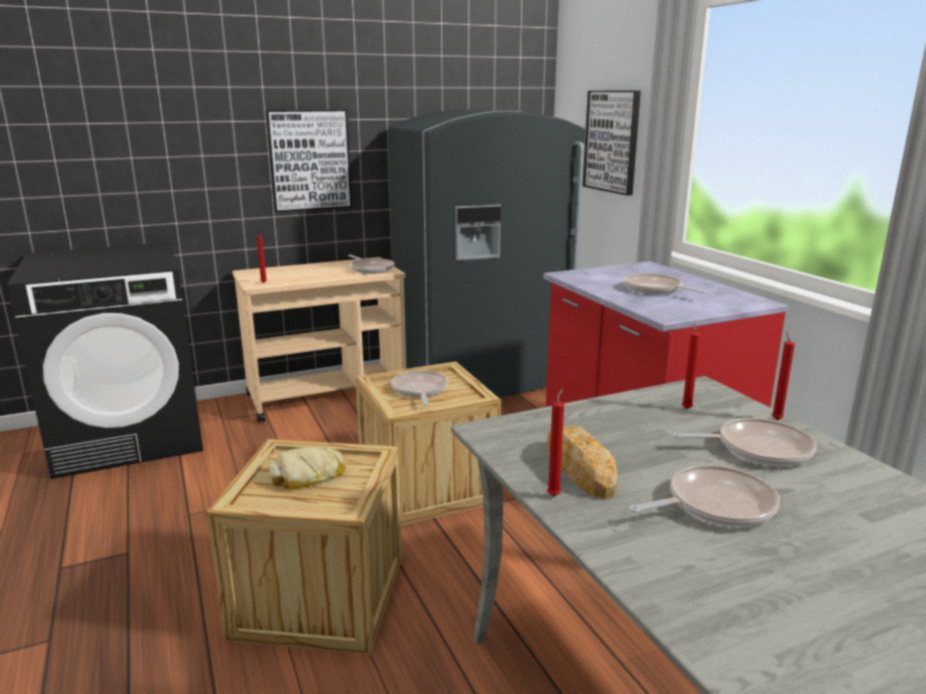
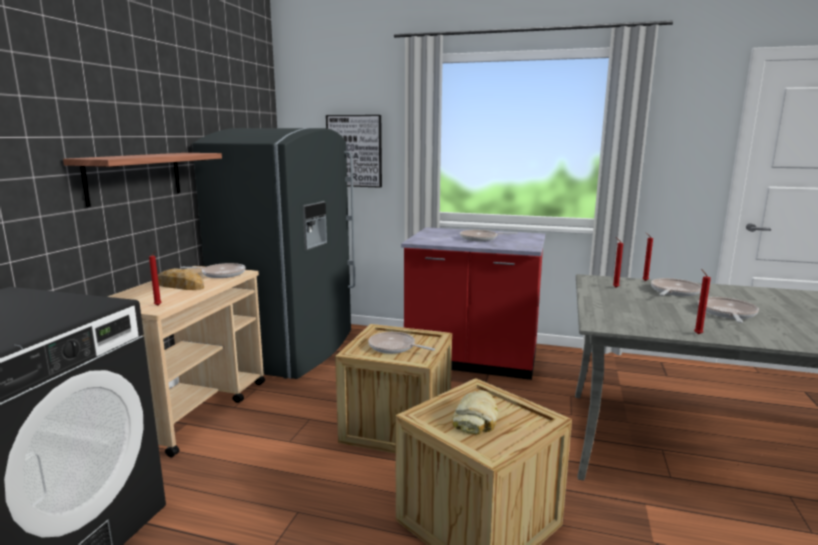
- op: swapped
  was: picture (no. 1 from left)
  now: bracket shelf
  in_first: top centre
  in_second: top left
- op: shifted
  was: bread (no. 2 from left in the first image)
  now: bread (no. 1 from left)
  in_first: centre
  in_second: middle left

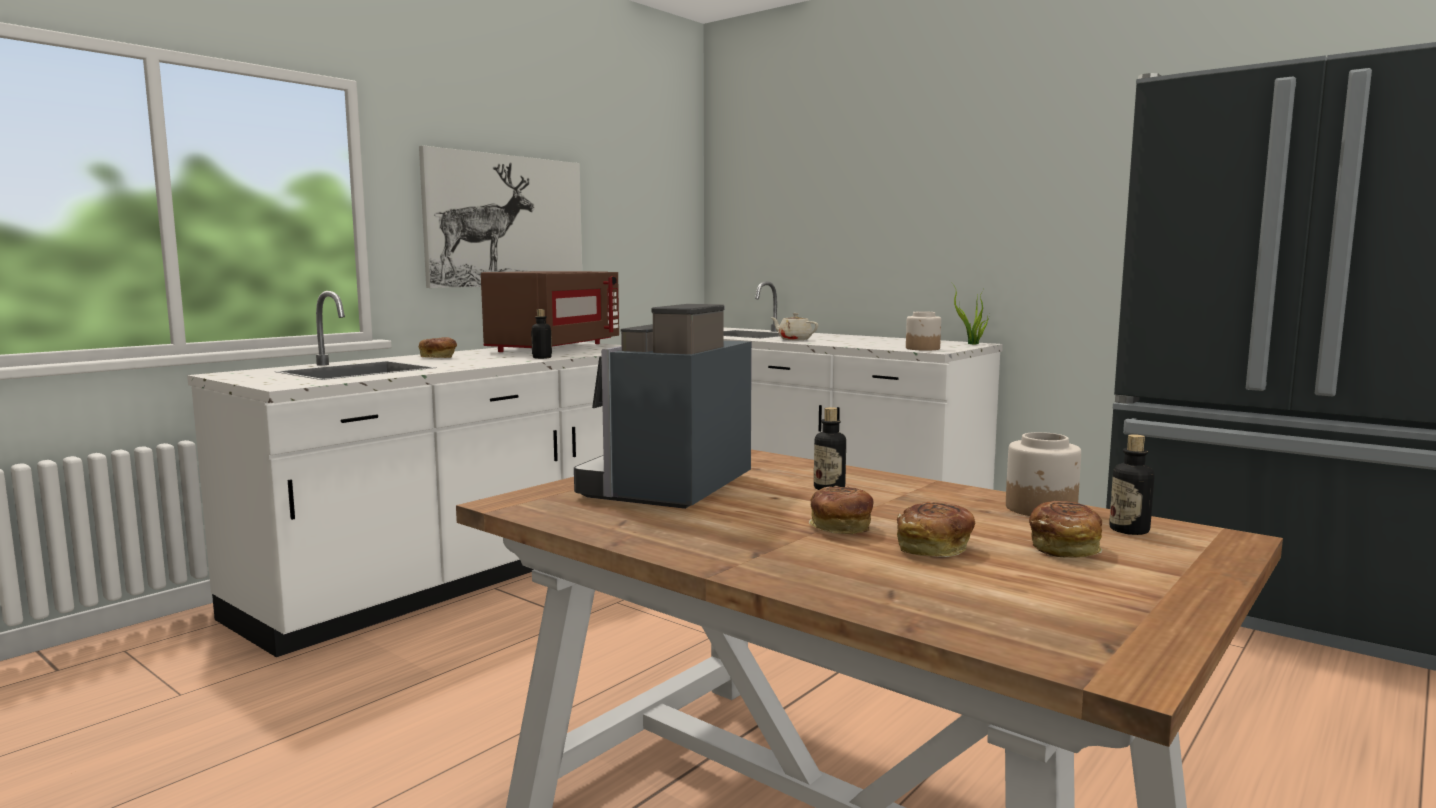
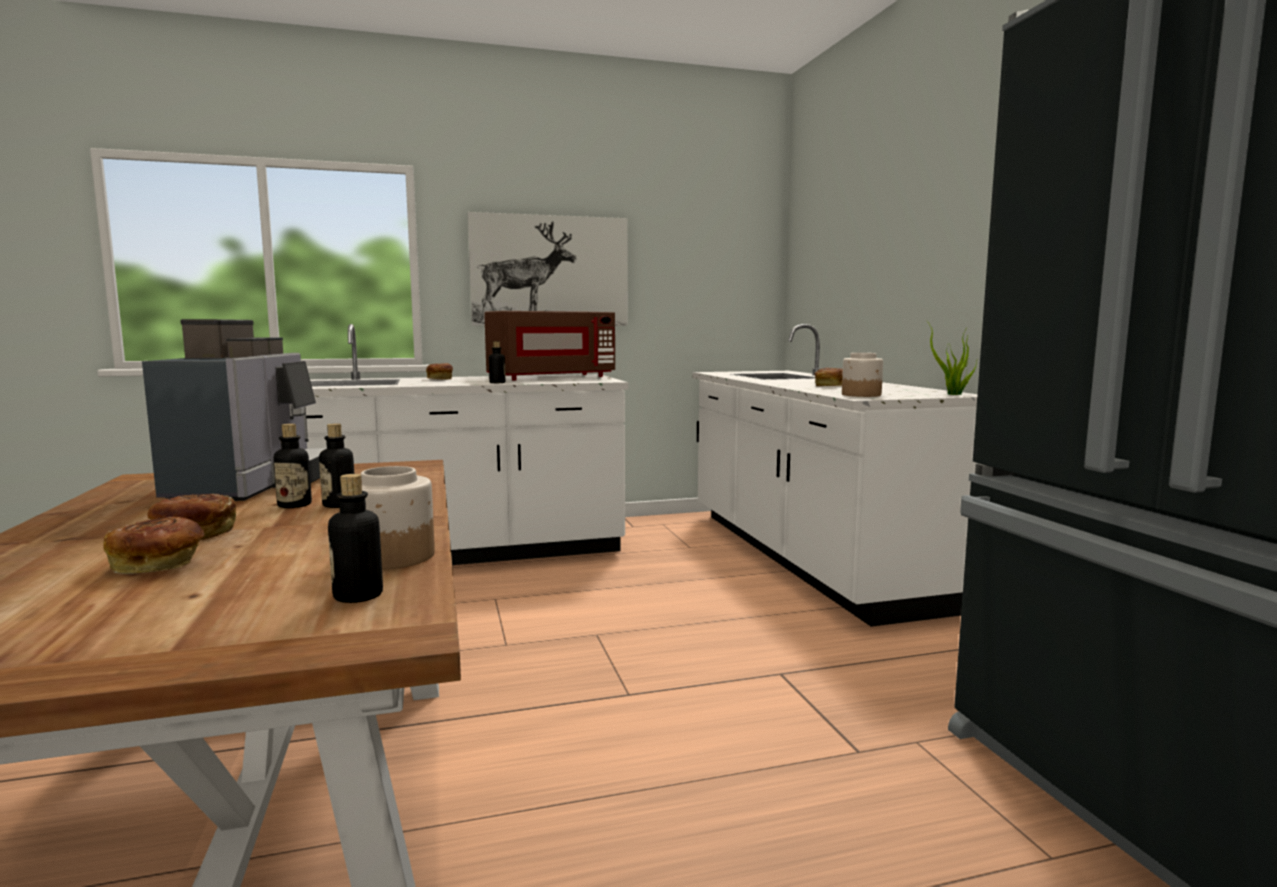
- op: rotated
  was: coffee machine
  in_first: centre
  in_second: middle left
  clockwise: 120
- op: gone
  was: beige tea pot
  in_first: centre
- op: shifted
  was: bread (no. 4 from left)
  in_first: middle right
  in_second: centre
- op: new
  now: bottle (no. 1 from left)
  in_second: middle left

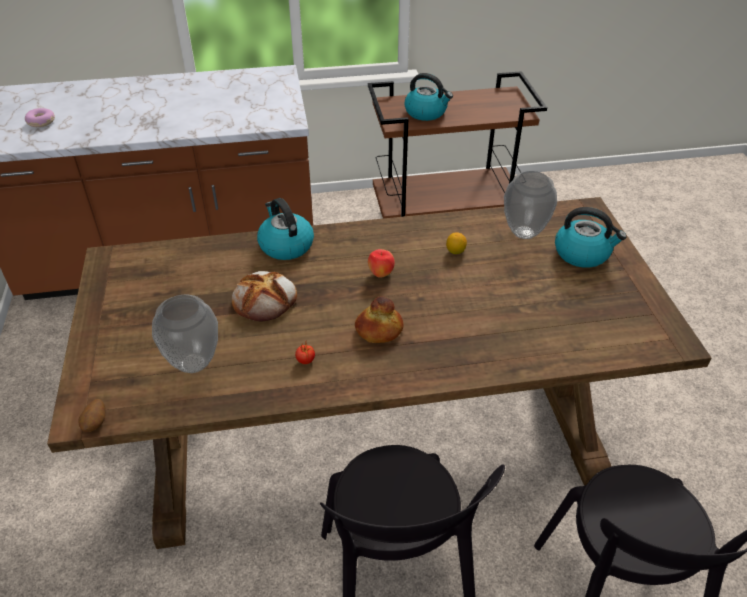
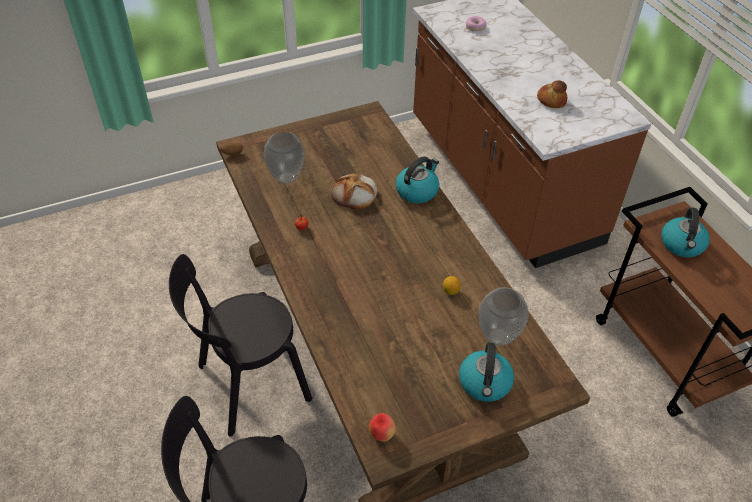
- op: shifted
  was: bread (no. 2 from left)
  in_first: centre
  in_second: top right
- op: shifted
  was: apple
  in_first: centre
  in_second: bottom centre

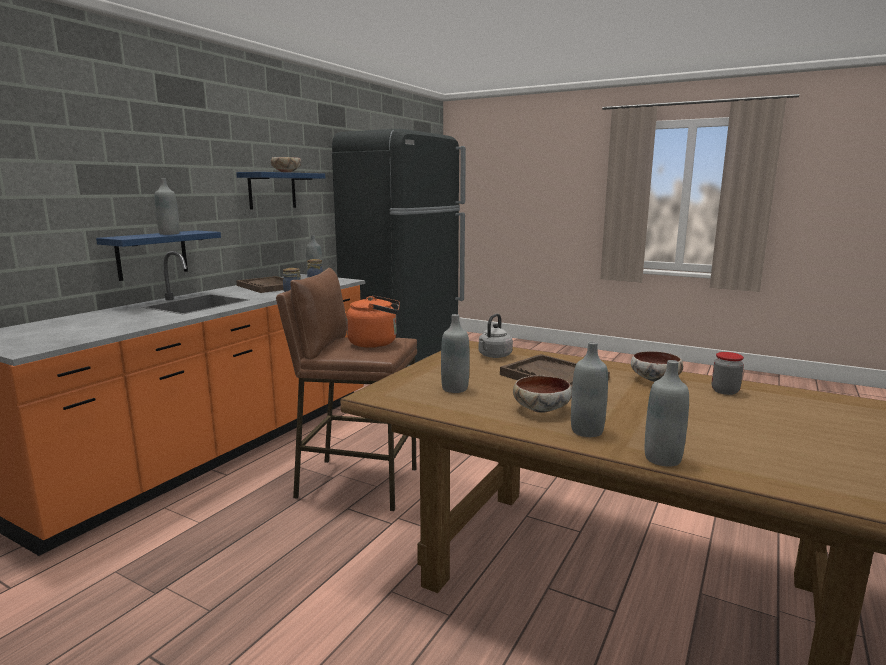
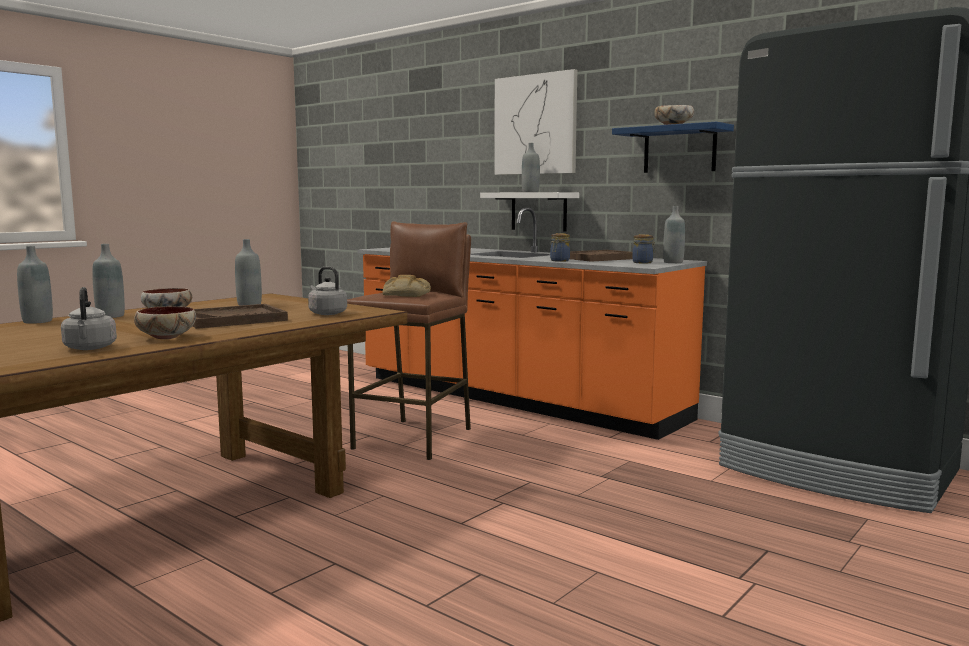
- op: repainted
  was: blue-coloured bracket shelf (no. 1 from left)
  now: white bracket shelf
  in_first: middle left
  in_second: top centre
- op: swapped
  was: orange-coloured water kettle
  now: bread
  in_first: centre
  in_second: centre
- op: swapped
  was: jar (no. 3 from left)
  now: grey water kettle (no. 1 from left)
  in_first: middle right
  in_second: middle left
- op: new
  now: picture
  in_second: top centre

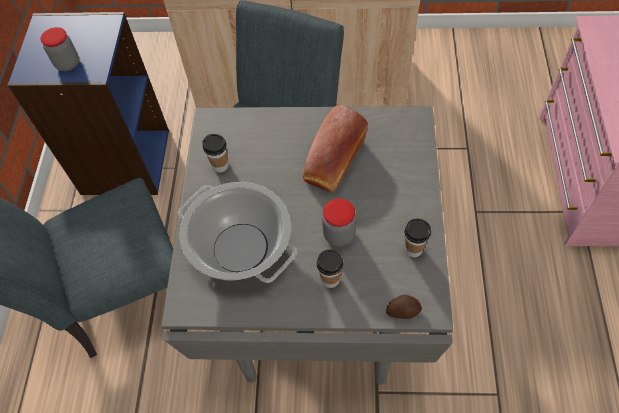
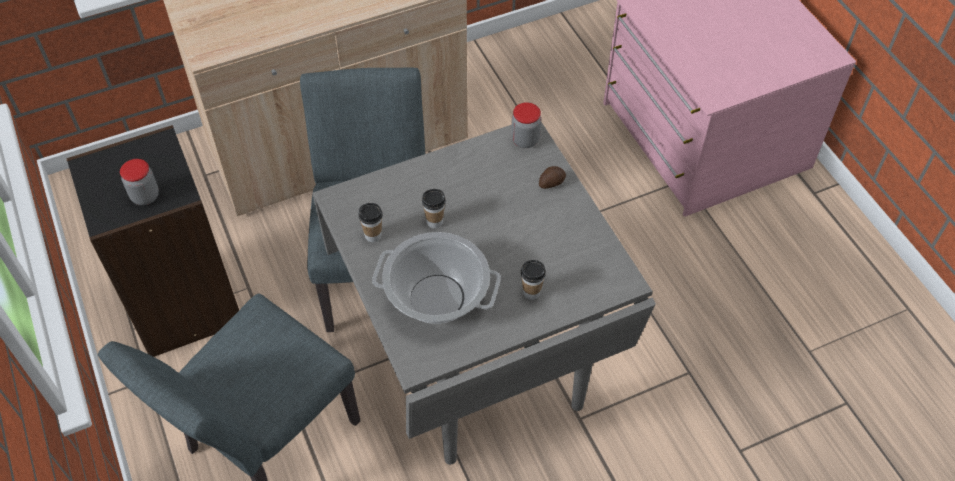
- op: repainted
  was: blue-coloured shelving unit
  now: black shelving unit
  in_first: top left
  in_second: middle left
- op: gone
  was: bread
  in_first: centre
- op: shifted
  was: jar (no. 2 from left)
  in_first: centre
  in_second: top centre
- op: shifted
  was: potato
  in_first: bottom centre
  in_second: centre
- op: shifted
  was: cup (no. 3 from left in the first image)
  now: cup (no. 2 from left)
  in_first: middle right
  in_second: centre

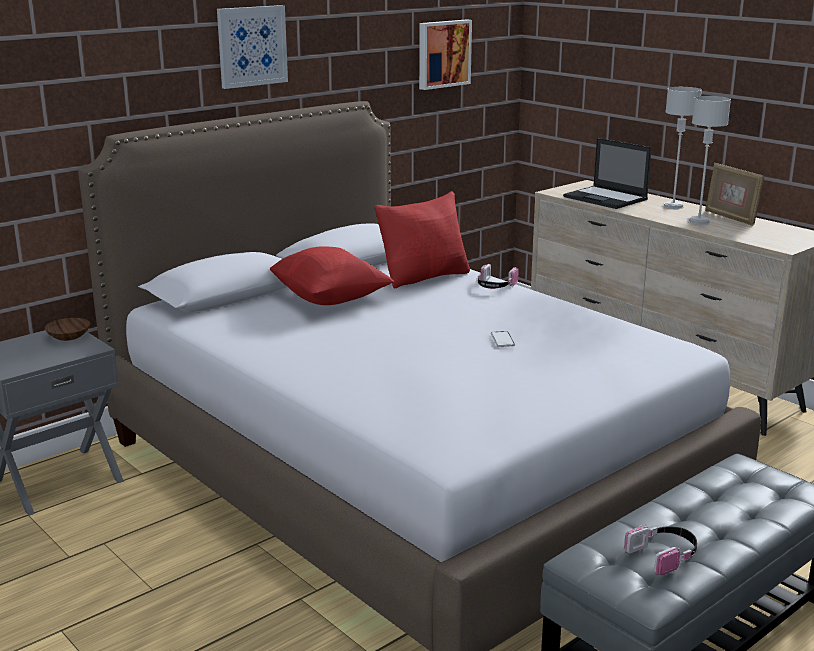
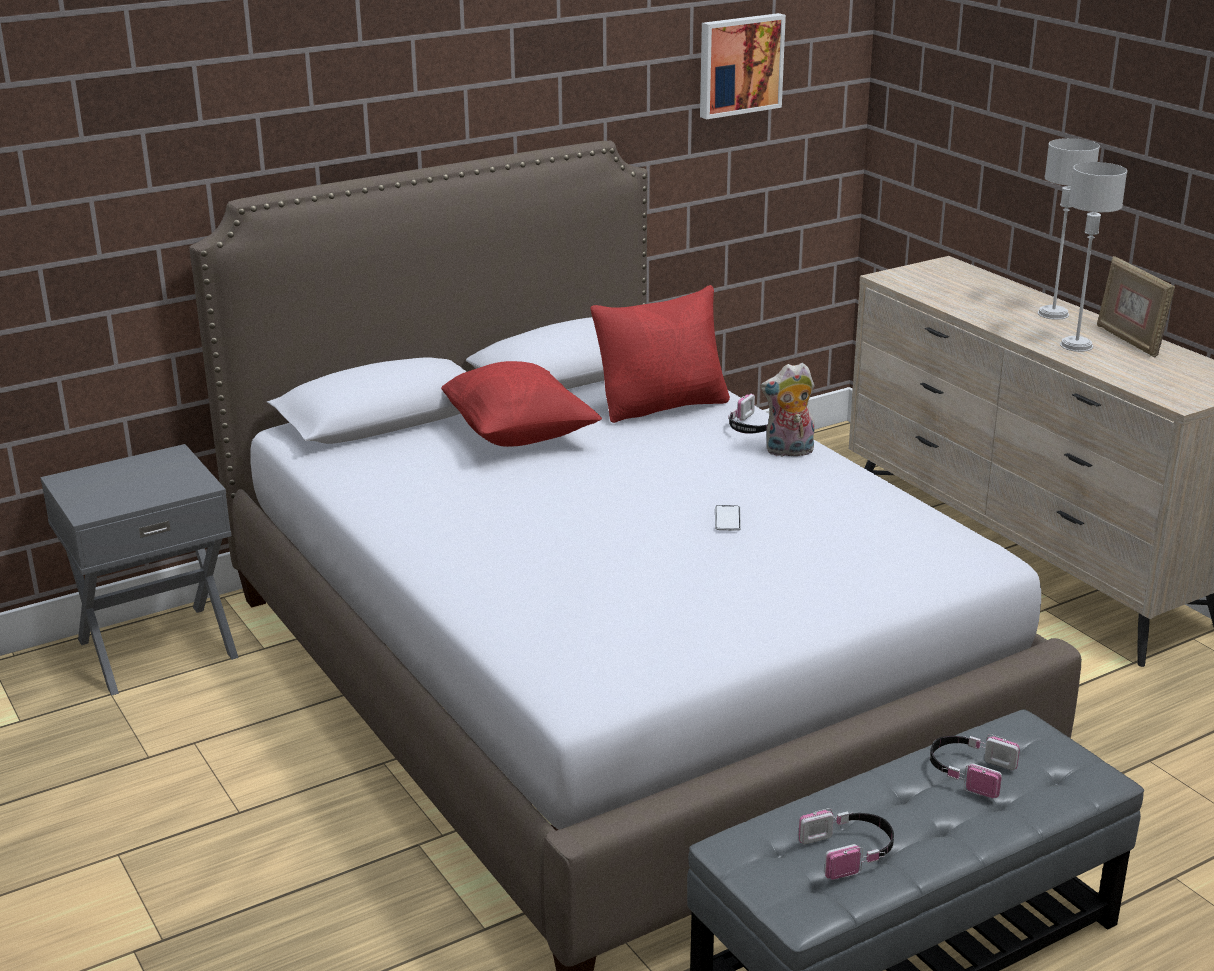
- op: gone
  was: brown-coloured deep dish
  in_first: middle left
- op: gone
  was: picture (no. 1 from left)
  in_first: top left
- op: gone
  was: portable computer
  in_first: top right
- op: new
  now: soft toy
  in_second: centre
- op: new
  now: pair of headphones (no. 3 from left)
  in_second: bottom right

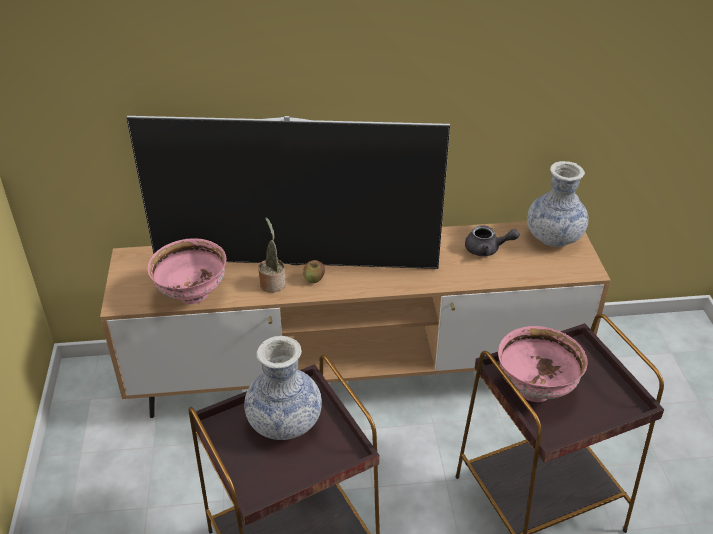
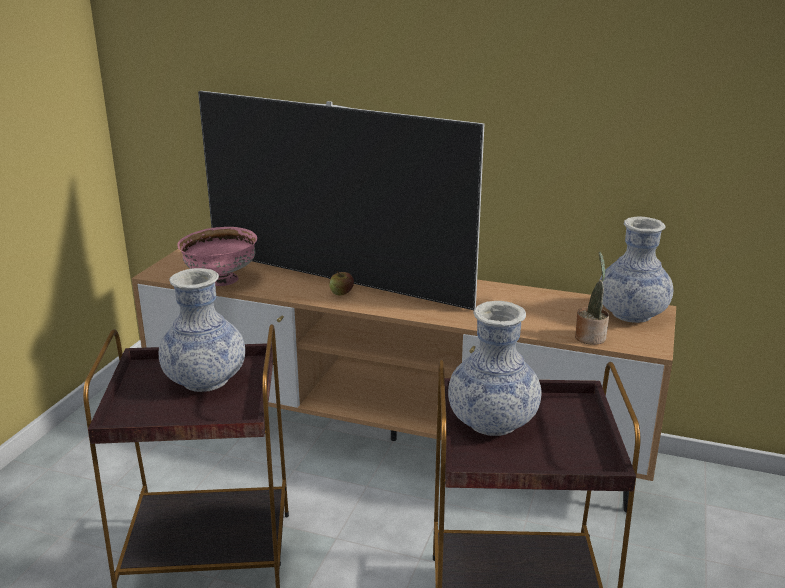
- op: shifted
  was: potted plant
  in_first: centre
  in_second: middle right
- op: gone
  was: grey tea pot
  in_first: middle right
- op: swapped
  was: pink-coloured deep dish (no. 2 from left)
  now: flower vase (no. 2 from left)
  in_first: bottom right
  in_second: centre

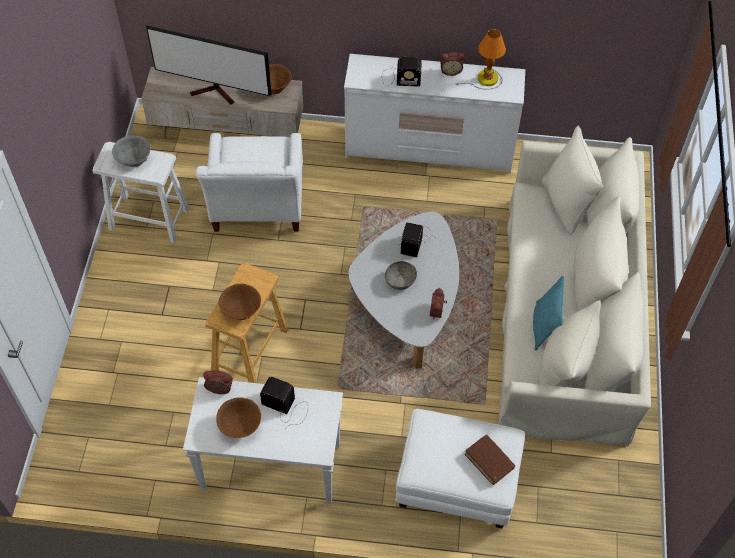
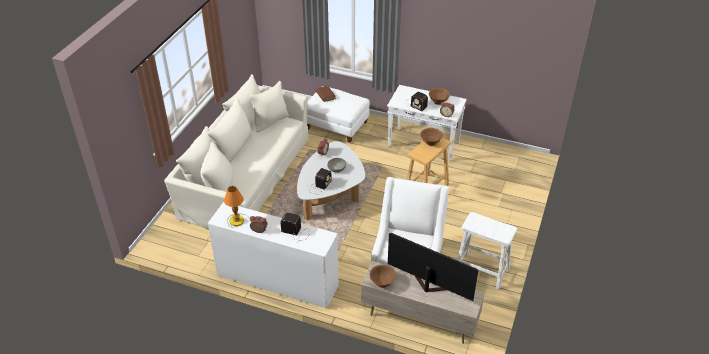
- op: gone
  was: grey deep dish (no. 1 from left)
  in_first: top left
- op: gone
  was: blue-green pillow
  in_first: middle right

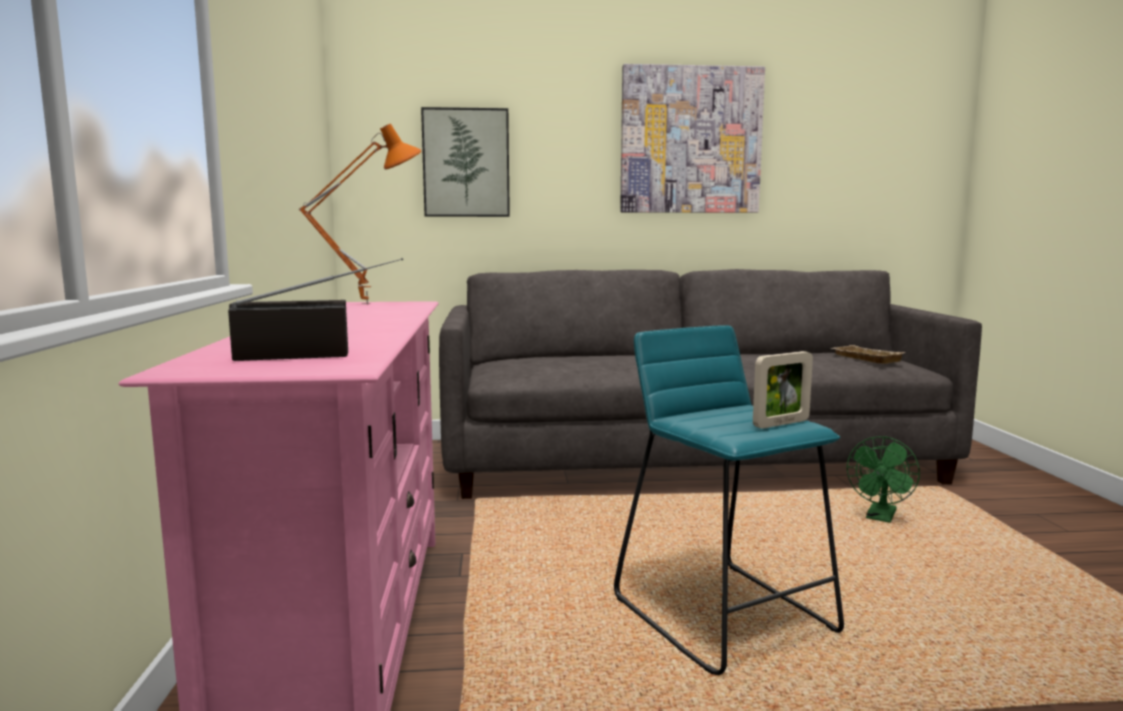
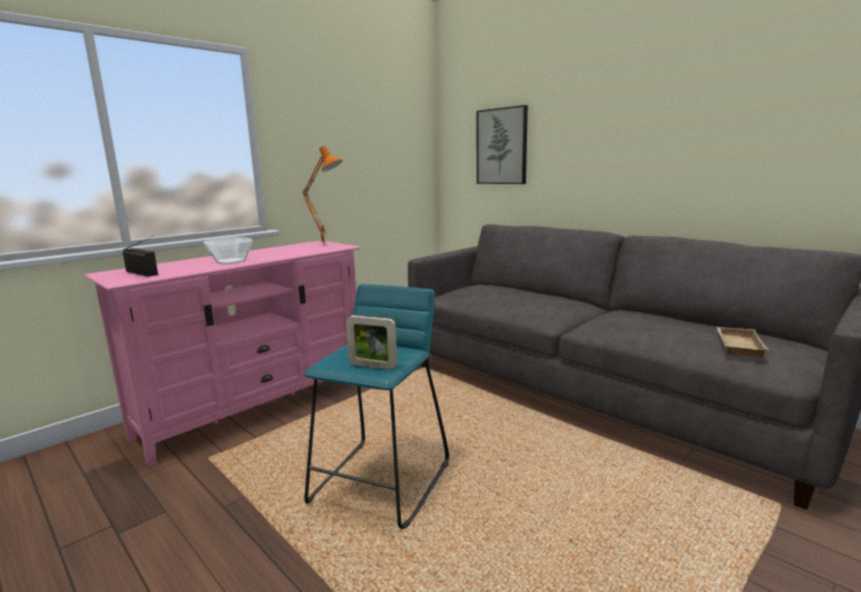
- op: gone
  was: picture (no. 2 from left)
  in_first: top centre
- op: gone
  was: greenish fan
  in_first: bottom right
- op: new
  now: deep dish
  in_second: middle left

